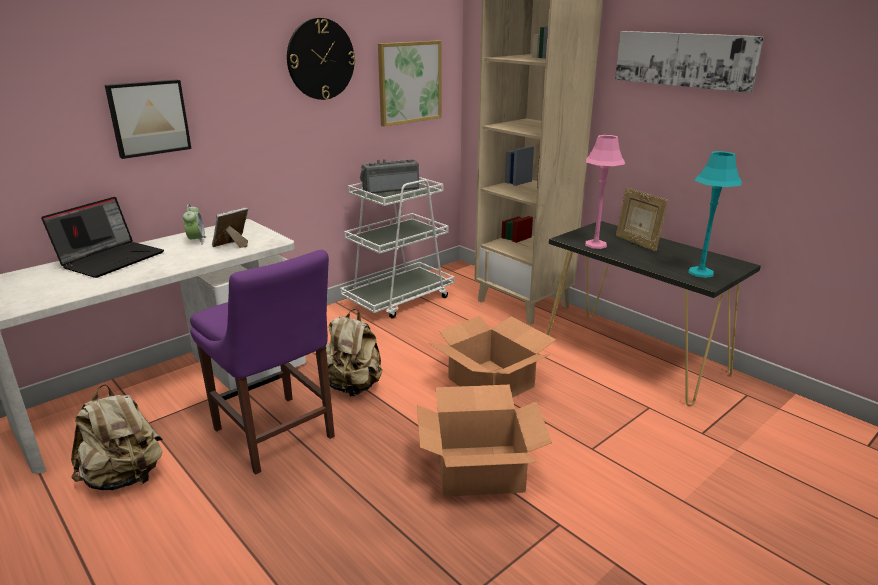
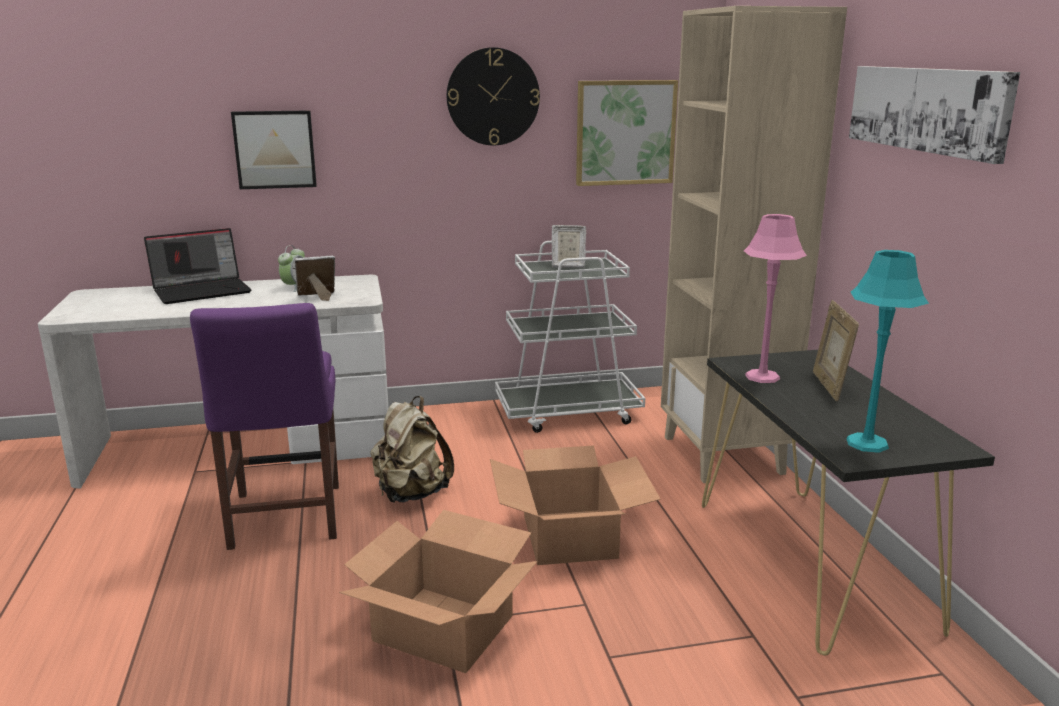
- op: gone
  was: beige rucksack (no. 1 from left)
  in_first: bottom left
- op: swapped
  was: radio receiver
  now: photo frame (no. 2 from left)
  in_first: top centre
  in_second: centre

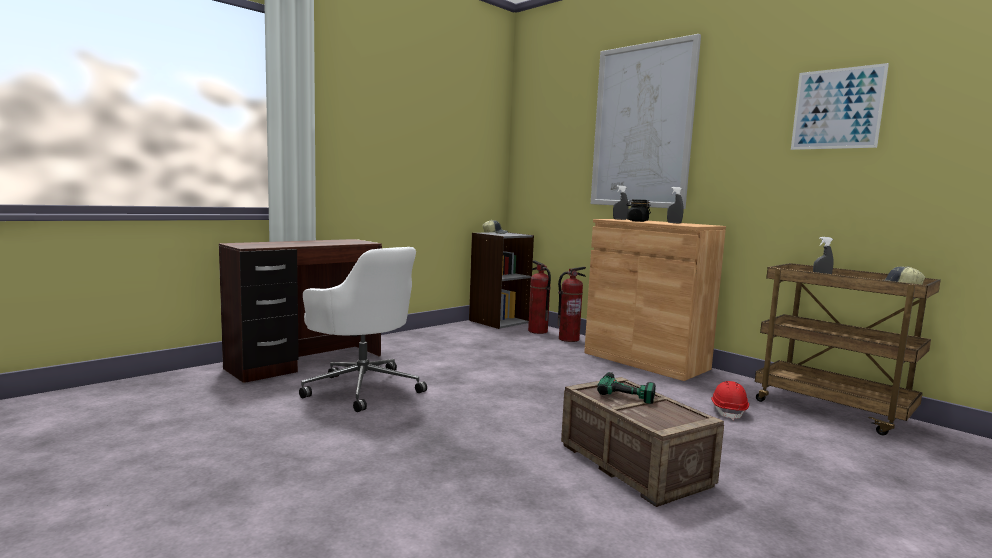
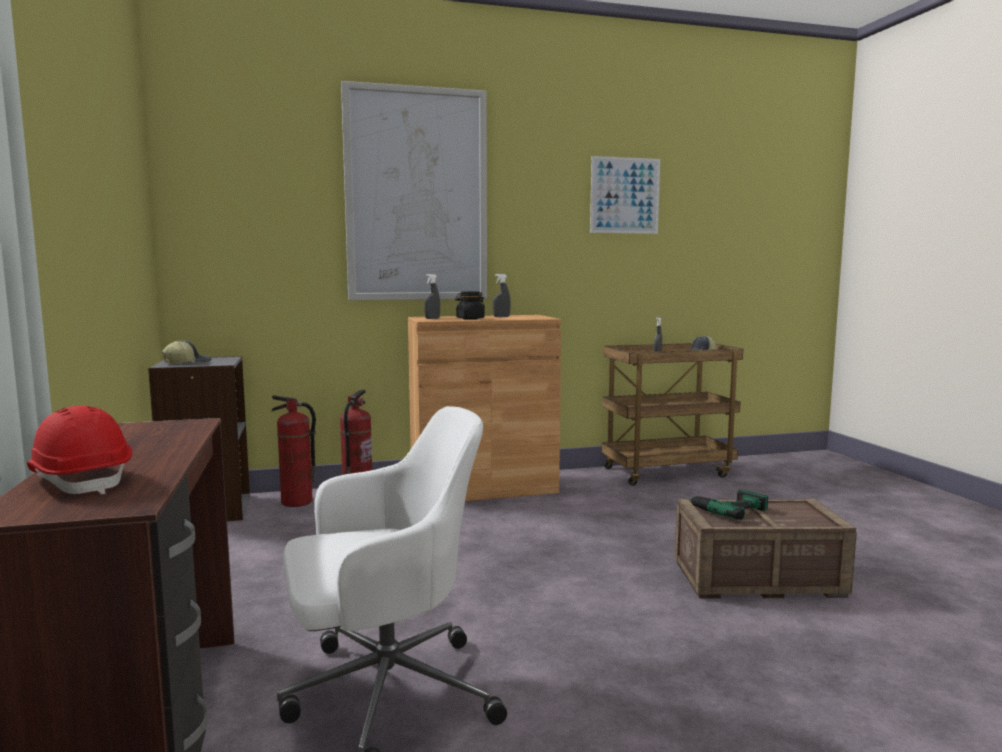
- op: shifted
  was: red-coloured hard hat
  in_first: bottom right
  in_second: middle left

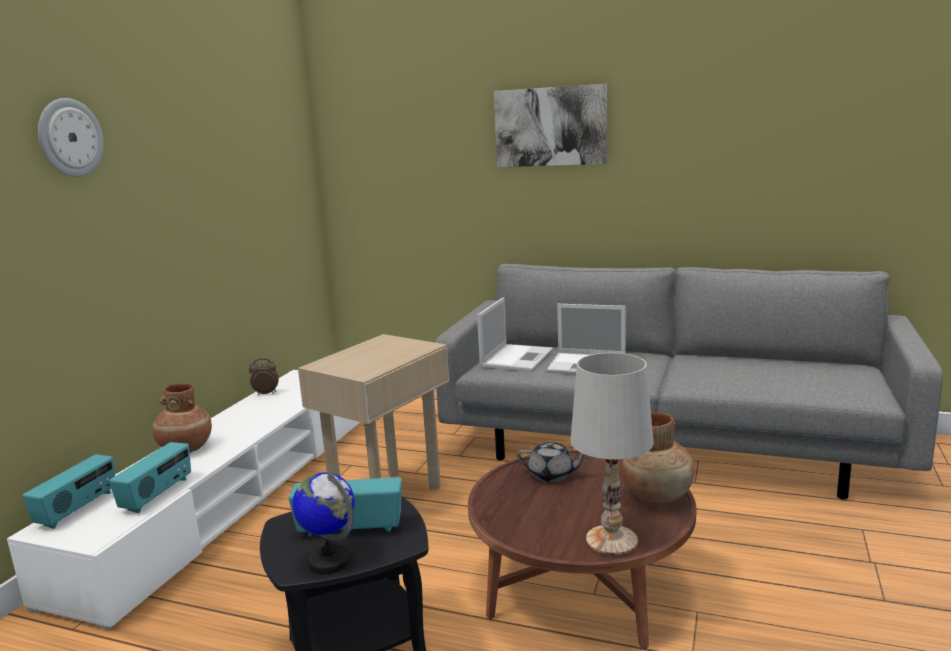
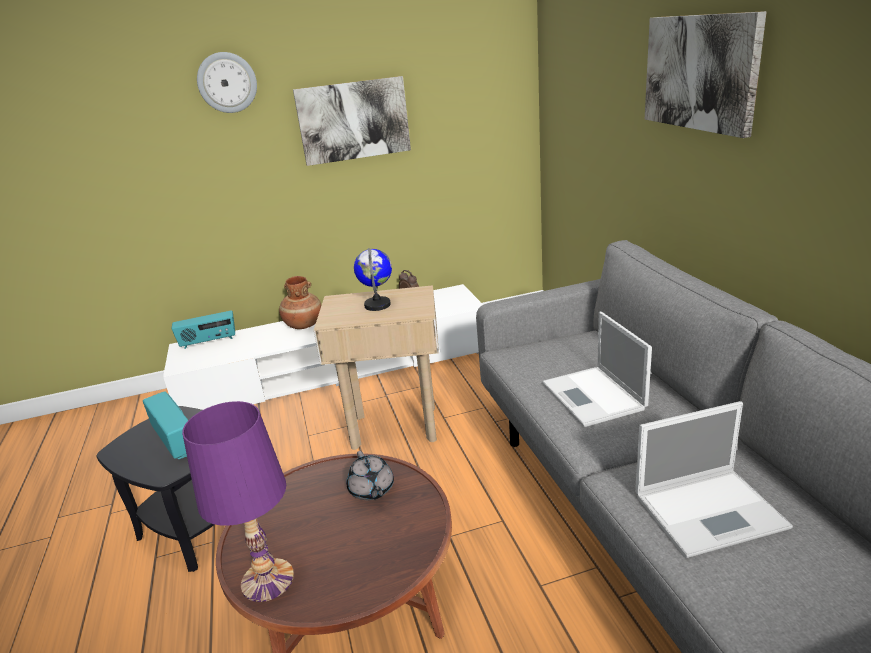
- op: gone
  was: radio receiver (no. 2 from left)
  in_first: bottom left
- op: shifted
  was: world globe
  in_first: bottom centre
  in_second: centre
- op: shifted
  was: portable computer (no. 1 from left in the first image)
  now: portable computer (no. 2 from left)
  in_first: centre
  in_second: bottom right
- op: repainted
  was: white table lamp
  now: purplish table lamp
  in_first: bottom centre
  in_second: bottom left
- op: gone
  was: brown-coloured flower vase (no. 2 from left)
  in_first: bottom right
- op: new
  now: picture (no. 1 from left)
  in_second: top centre

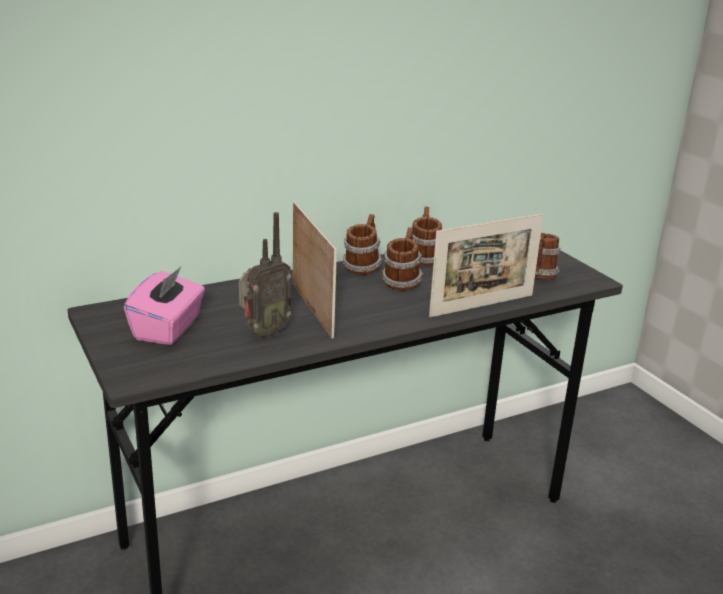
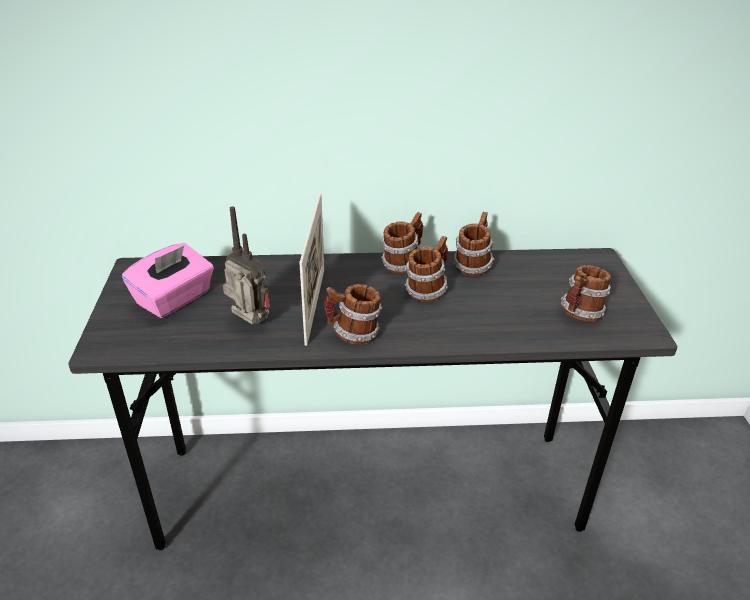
- op: rotated
  was: radio receiver
  in_first: centre
  in_second: middle left
  clockwise: -120
- op: gone
  was: photo frame (no. 2 from left)
  in_first: middle right
- op: new
  now: coffee mug (no. 1 from left)
  in_second: centre

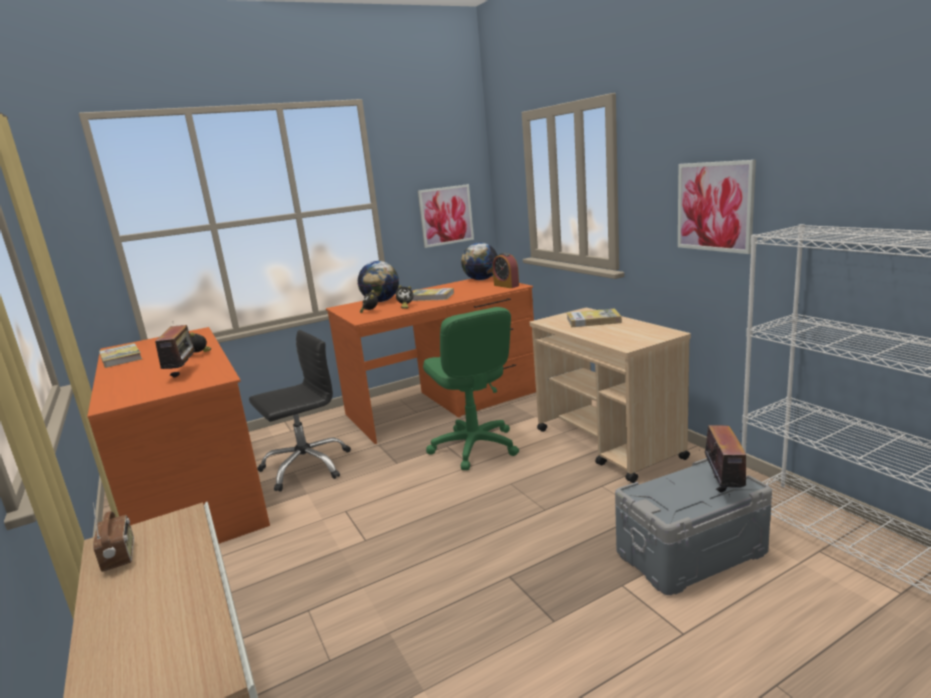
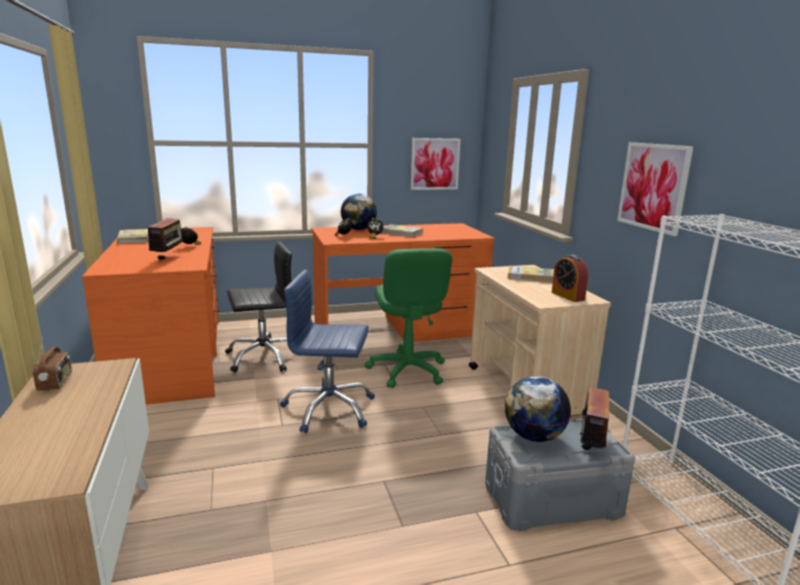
- op: shifted
  was: world globe (no. 2 from left)
  in_first: centre
  in_second: bottom right
- op: shifted
  was: bedside clock (no. 4 from left)
  in_first: centre
  in_second: middle right
- op: new
  now: blue-coloured computer chair
  in_second: centre

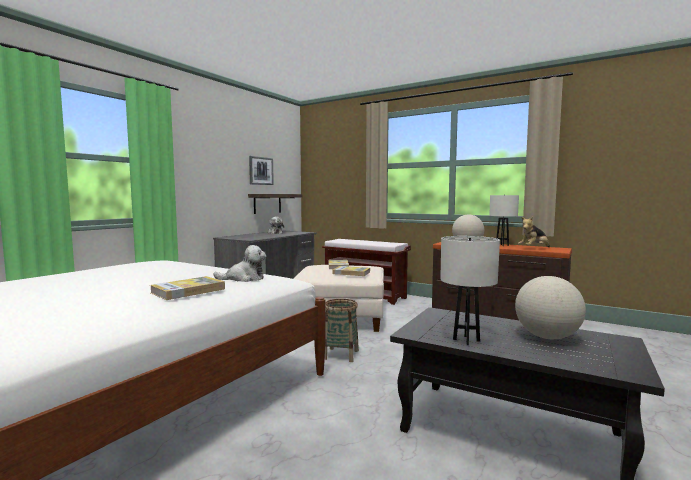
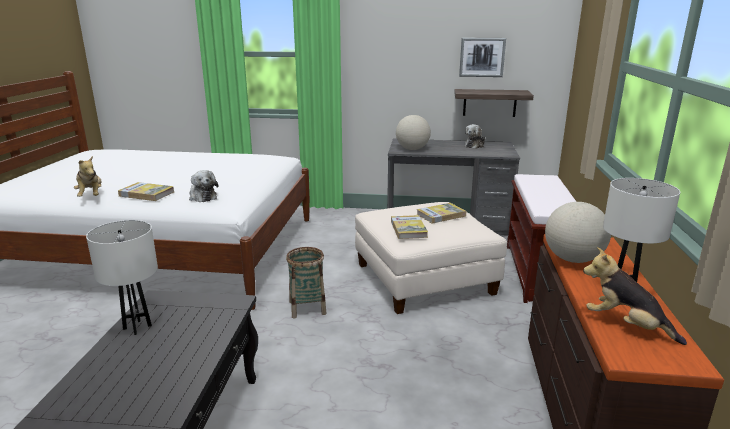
- op: shifted
  was: world globe (no. 2 from left in the first image)
  now: world globe (no. 1 from left)
  in_first: middle right
  in_second: top centre
- op: new
  now: soft toy (no. 1 from left)
  in_second: middle left

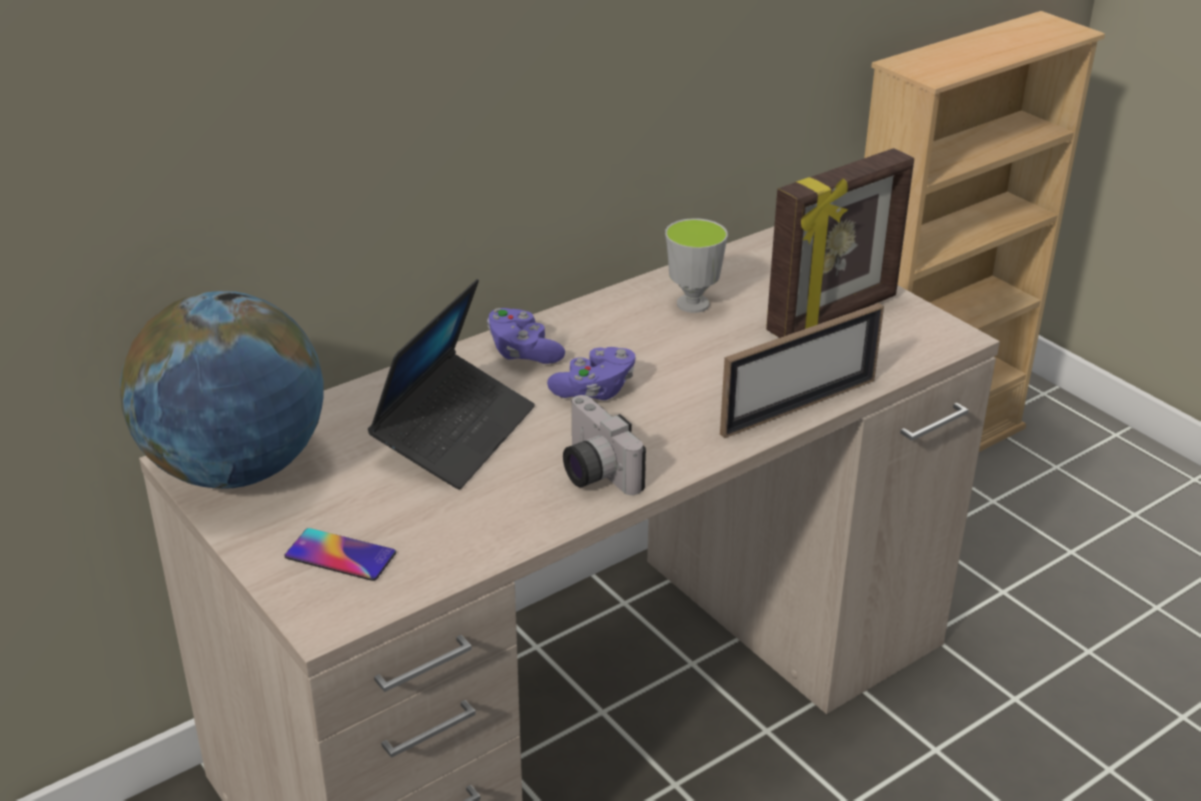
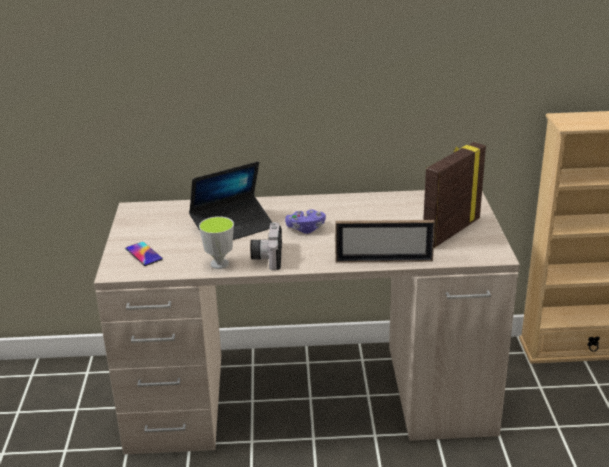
- op: gone
  was: world globe
  in_first: middle left
- op: gone
  was: purplish joypad (no. 1 from left)
  in_first: centre
- op: shifted
  was: cup
  in_first: top centre
  in_second: centre
- op: rotated
  was: photo frame (no. 2 from left)
  in_first: top right
  in_second: middle right
  clockwise: 135

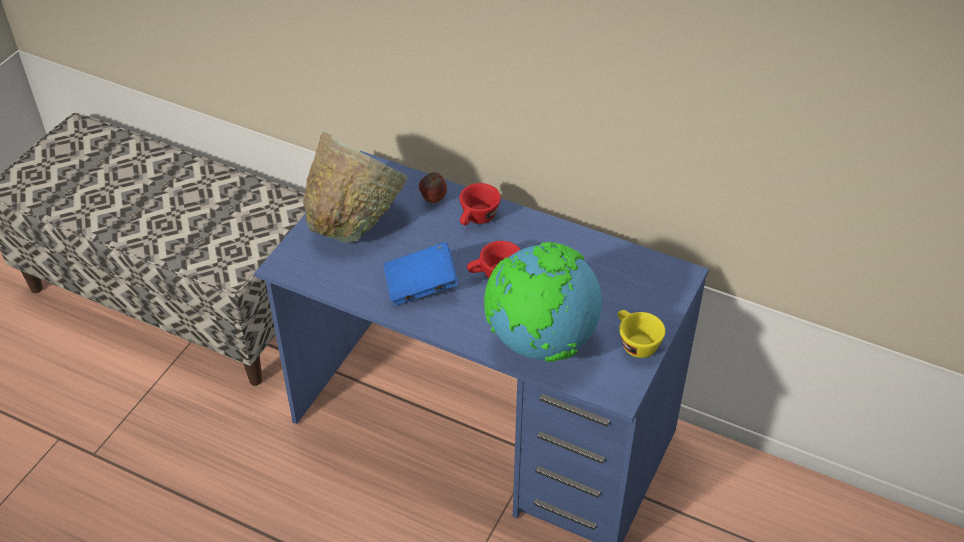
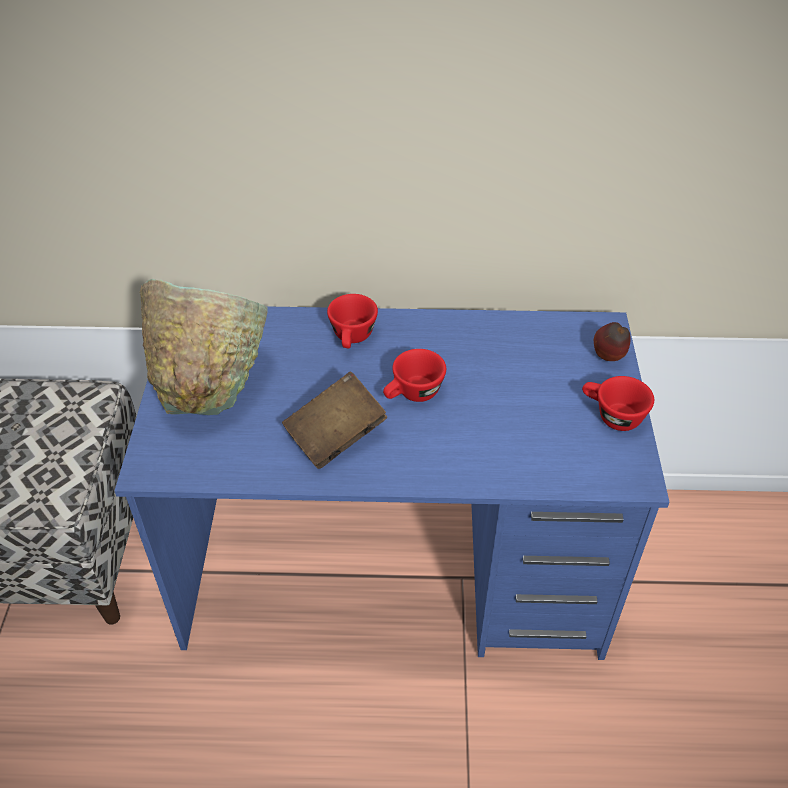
- op: repainted
  was: blue-coloured volume
  now: brown-coloured volume
  in_first: centre
  in_second: centre
- op: shifted
  was: apple
  in_first: centre
  in_second: middle right
- op: gone
  was: world globe
  in_first: centre
- op: repainted
  was: yellow cup
  now: red-coloured cup (no. 3 from left)
  in_first: centre
  in_second: middle right

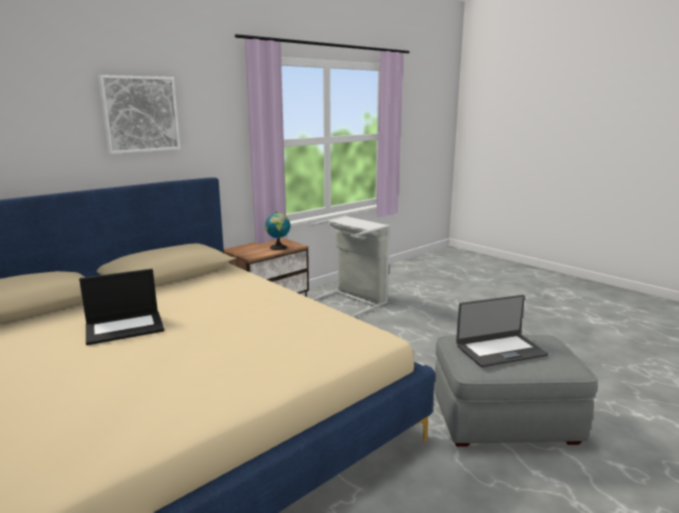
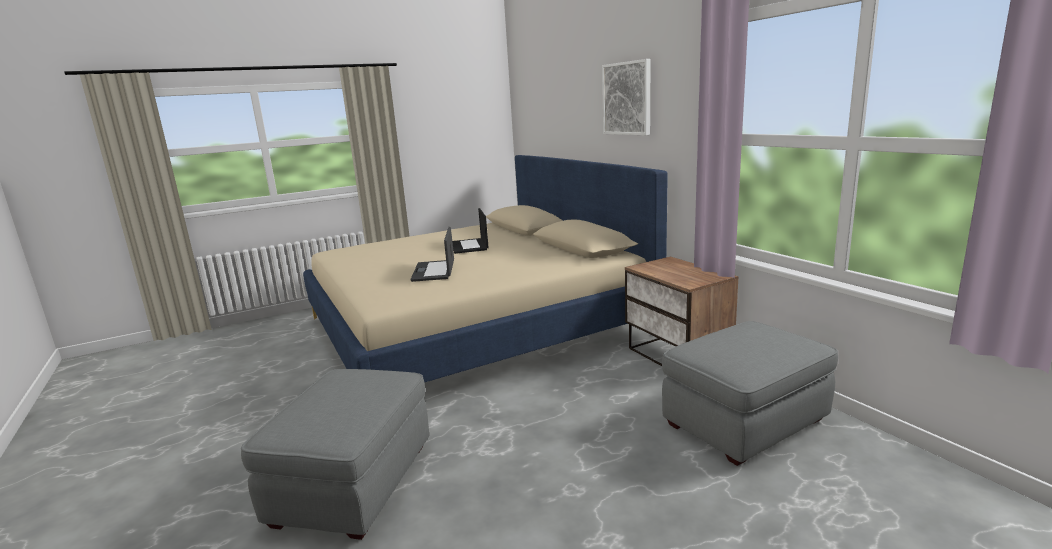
- op: gone
  was: world globe
  in_first: centre
- op: swapped
  was: grey hamper
  now: grey ottoman (no. 2 from left)
  in_first: centre
  in_second: bottom right
- op: shifted
  was: portable computer (no. 2 from left in the first image)
  now: portable computer (no. 1 from left)
  in_first: middle right
  in_second: centre

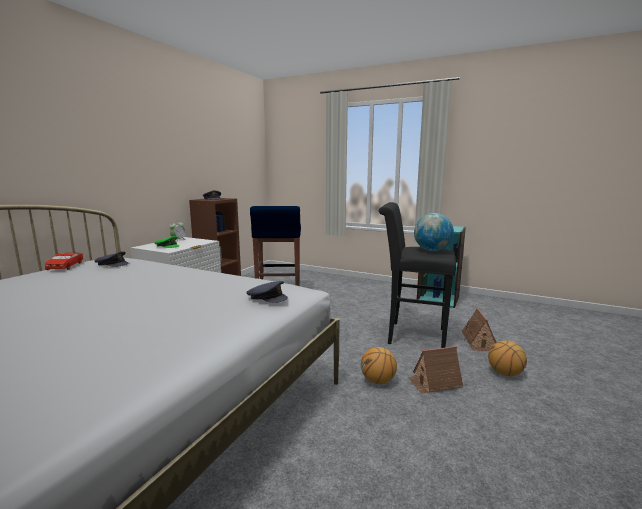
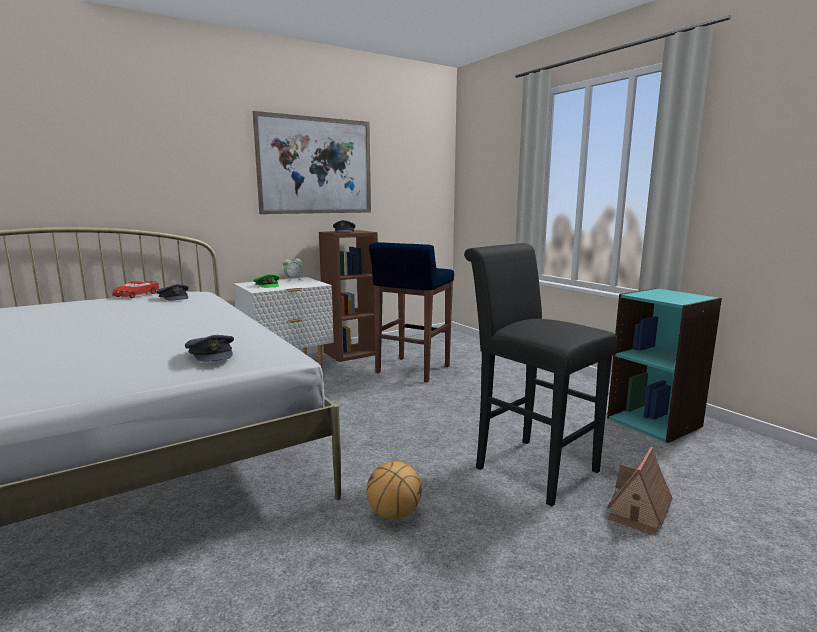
- op: gone
  was: model house (no. 1 from left)
  in_first: bottom right
- op: gone
  was: world globe
  in_first: middle right
- op: gone
  was: basketball ball (no. 2 from left)
  in_first: bottom right
- op: new
  now: picture
  in_second: top centre

